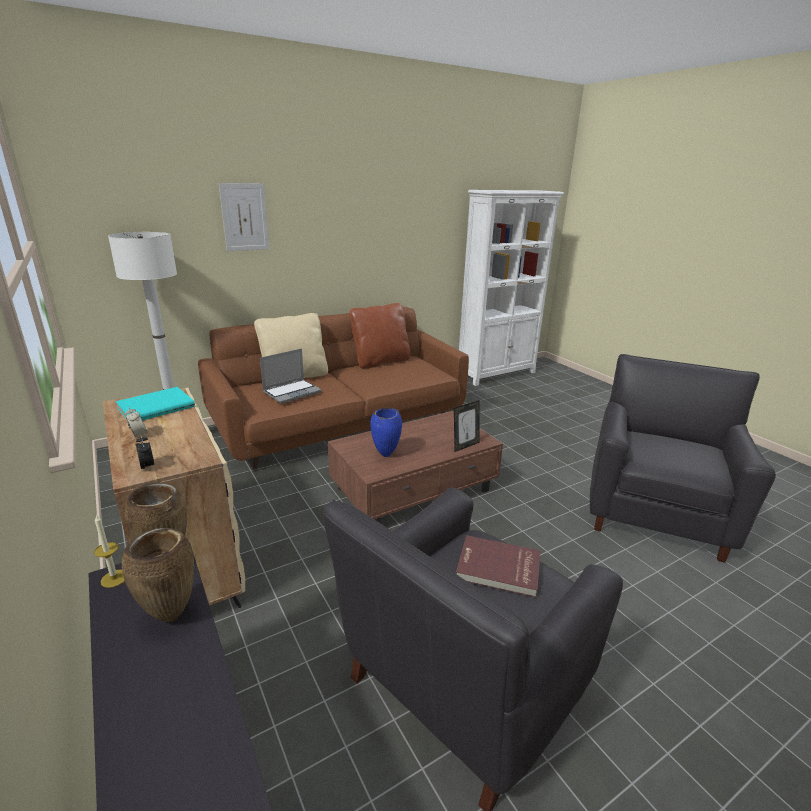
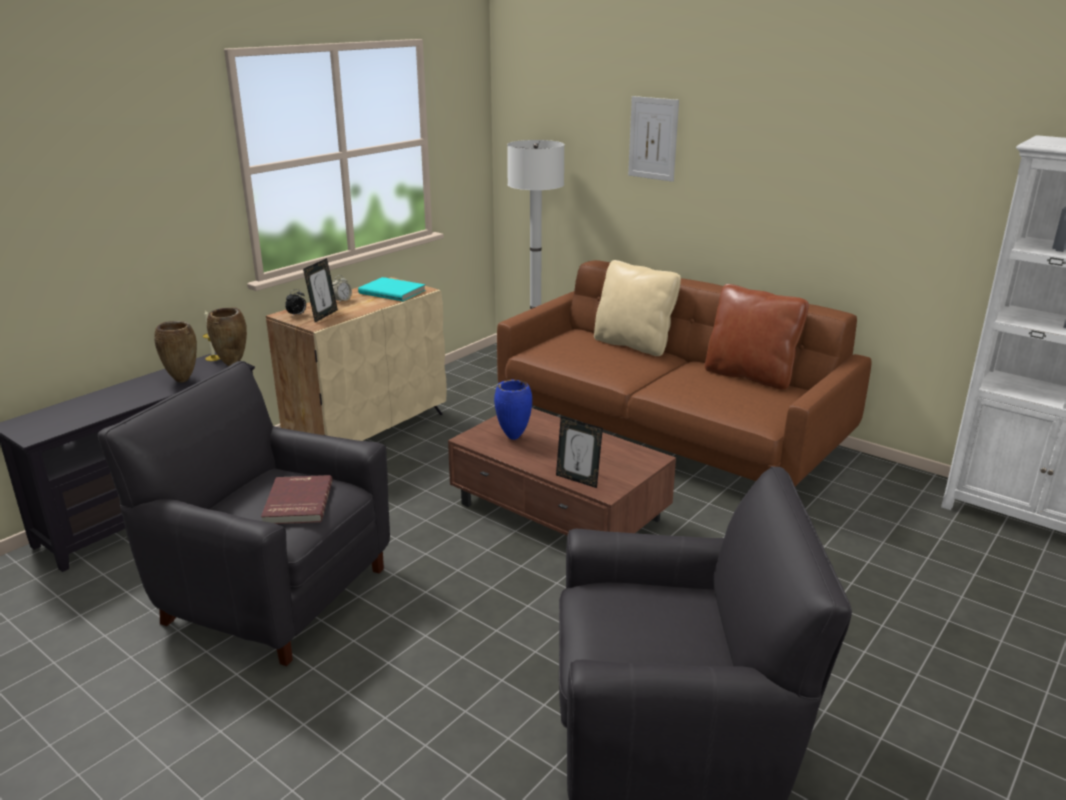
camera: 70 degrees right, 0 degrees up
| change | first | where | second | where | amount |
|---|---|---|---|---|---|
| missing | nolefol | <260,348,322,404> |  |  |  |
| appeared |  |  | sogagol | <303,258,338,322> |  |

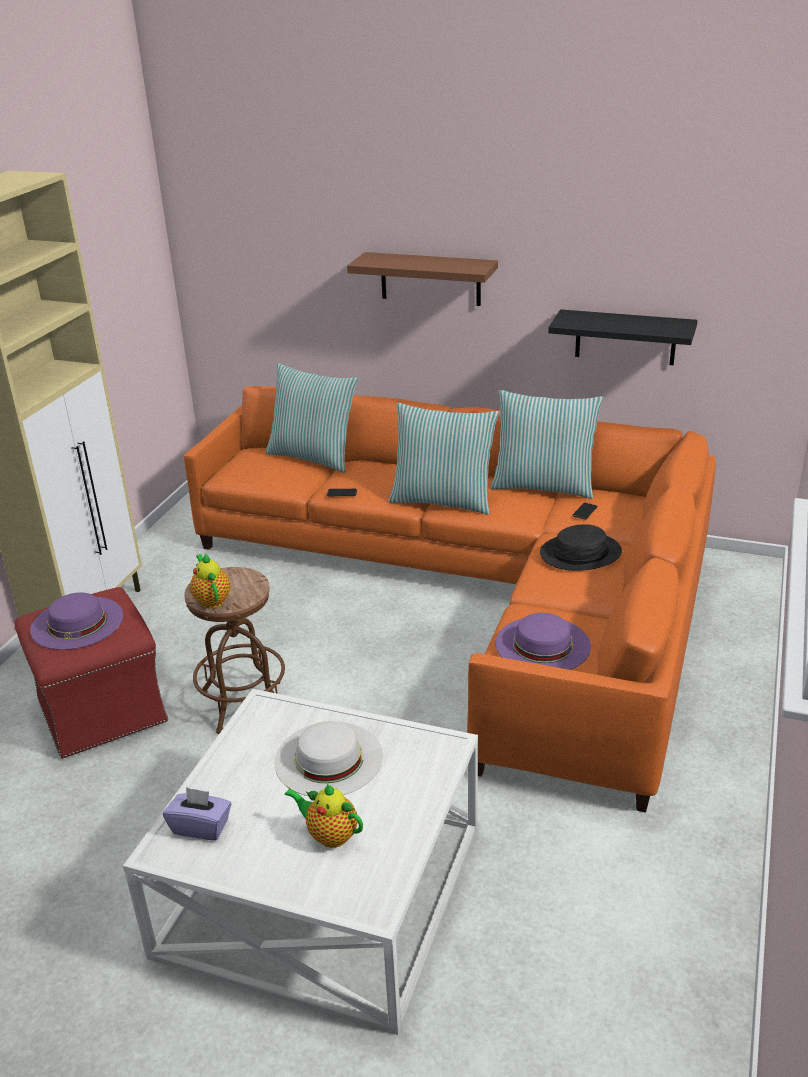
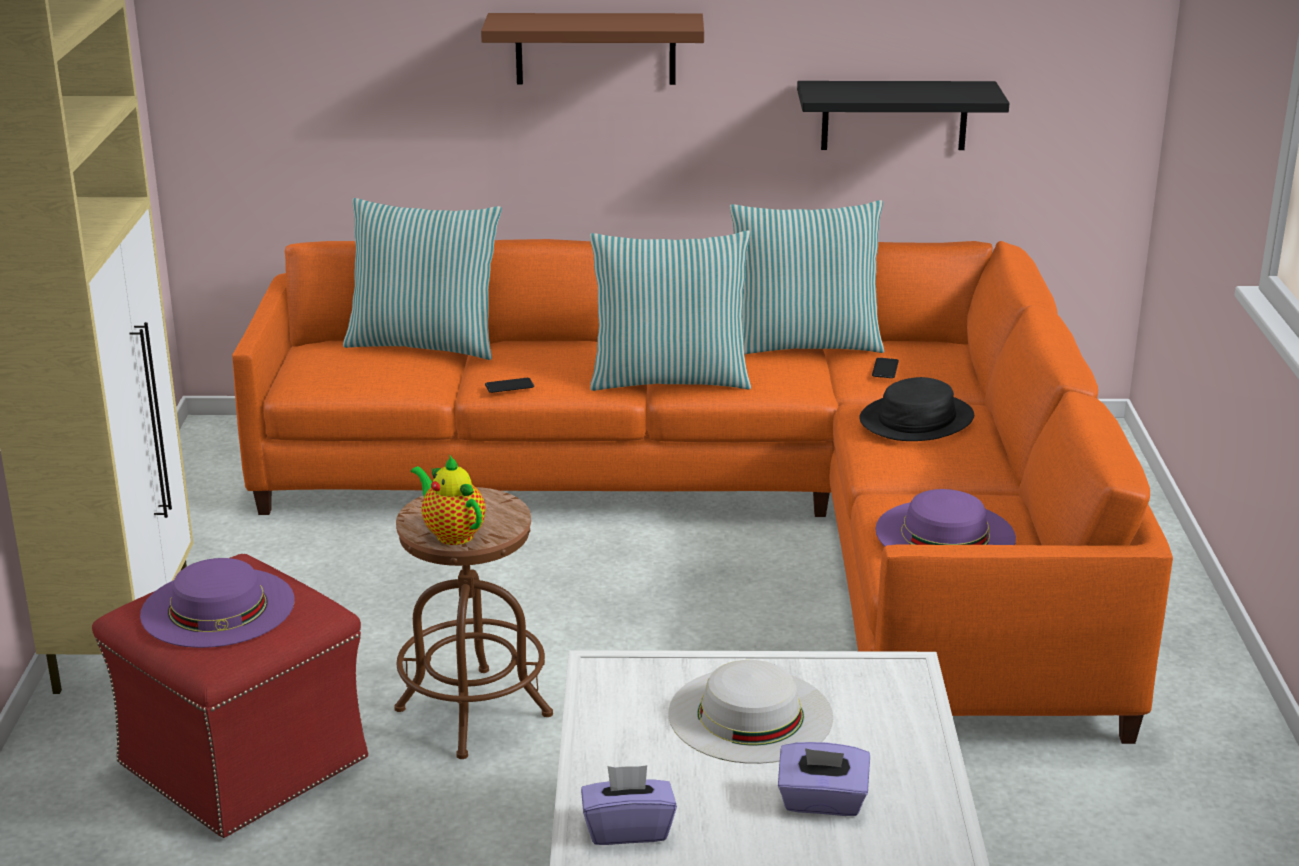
camera: 20 degrees left, 5 degrees down
| change | first | where | second | where | amount |
|---|---|---|---|---|---|
| exchanged | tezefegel | <284,784,363,848> | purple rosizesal | <778,742,870,816> |  |

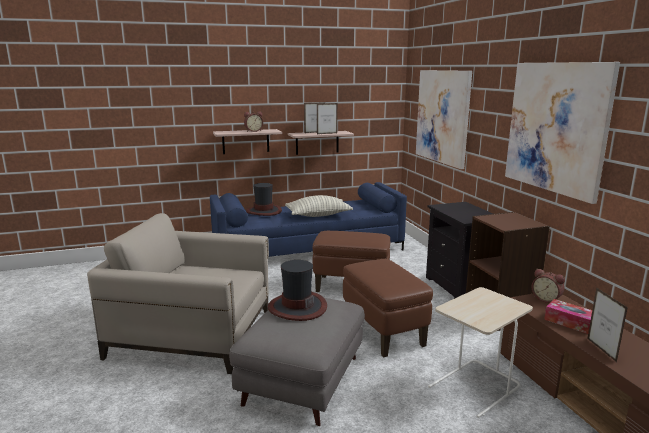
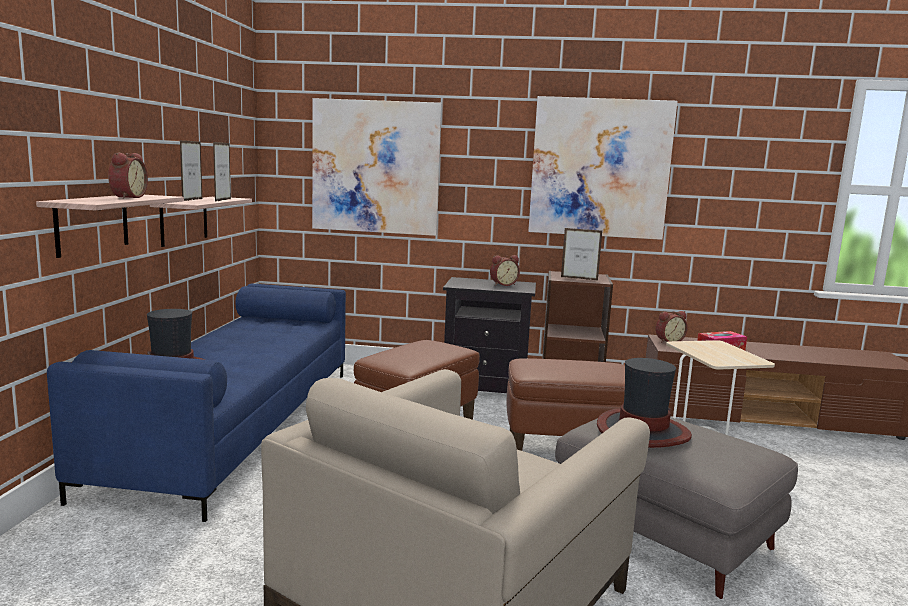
camera: 65 degrees left, 5 degrees down
| change | first | where | second | where | amount |
|---|---|---|---|---|---|
| missing | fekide | <285,195,353,217> |  |  |  |
| relocated | sogagol | <587,287,628,362> |  | <561,228,602,281> |  |
| appeared |  |  | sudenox | <490,255,520,286> |  |

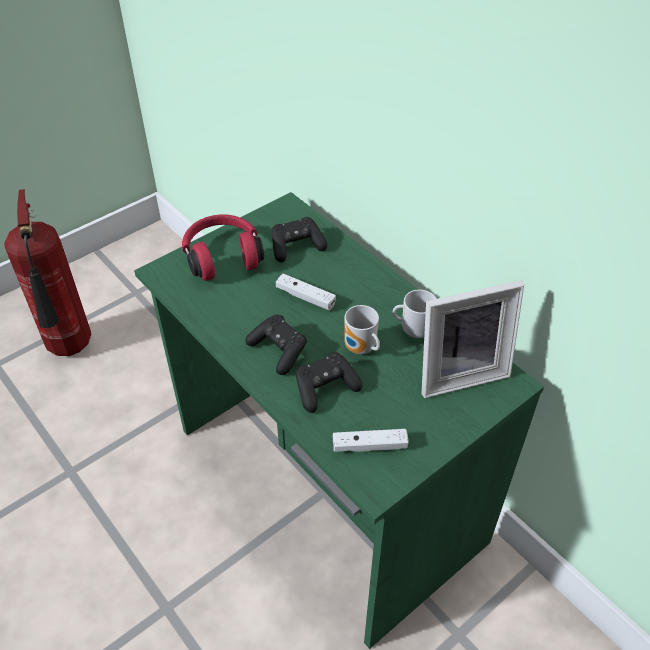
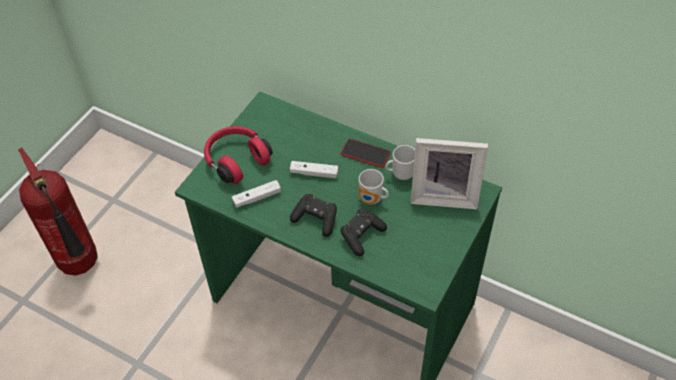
camera: 20 degrees left, 5 degrees up
| change | first | where | second | where | amount |
|---|---|---|---|---|---|
| missing | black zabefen | <272,217,327,262> |  |  |  |
| relocated | white zabefen | <333,429,409,452> |  | <232,180,281,208> |  |
| spun | sogagol | <421,280,524,398> |  | <411,138,488,209> | 45 degrees clockwise |
| appeared |  |  | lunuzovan | <341,139,391,168> |  |

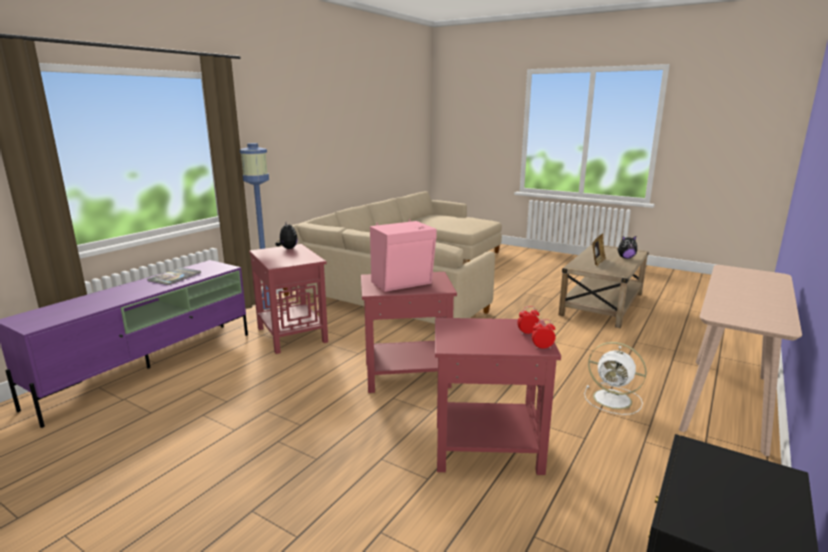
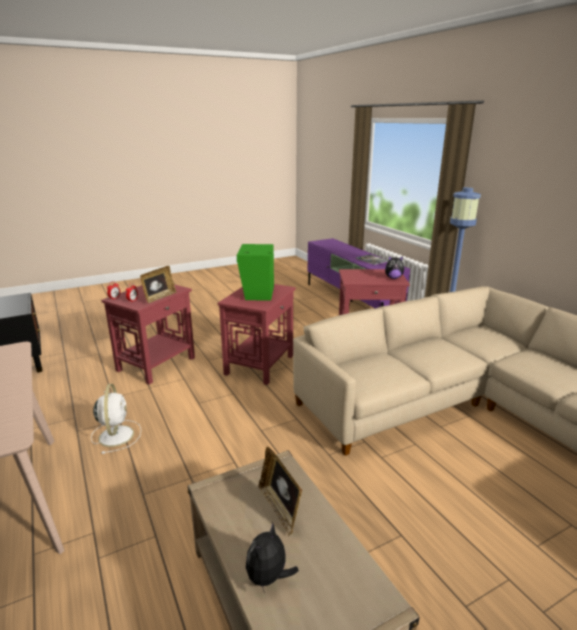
camera: 120 degrees right, 5 degrees up
| change | first | where | second | where | amount |
|---|---|---|---|---|---|
| colour | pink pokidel | <370,219,437,292> | green pokidel | <237,244,274,301> |  |
| spun | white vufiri | <584,342,647,415> |  | <91,384,141,454> | 105 degrees clockwise |
| appeared |  |  | sogagol | <140,266,176,303> |  |

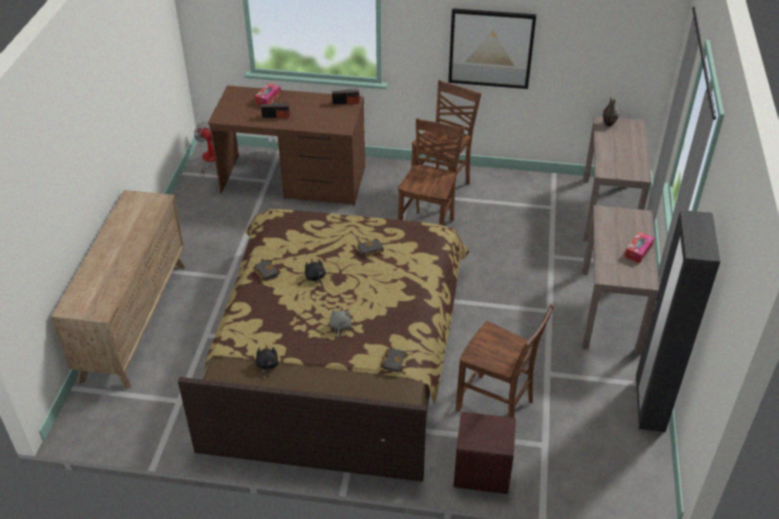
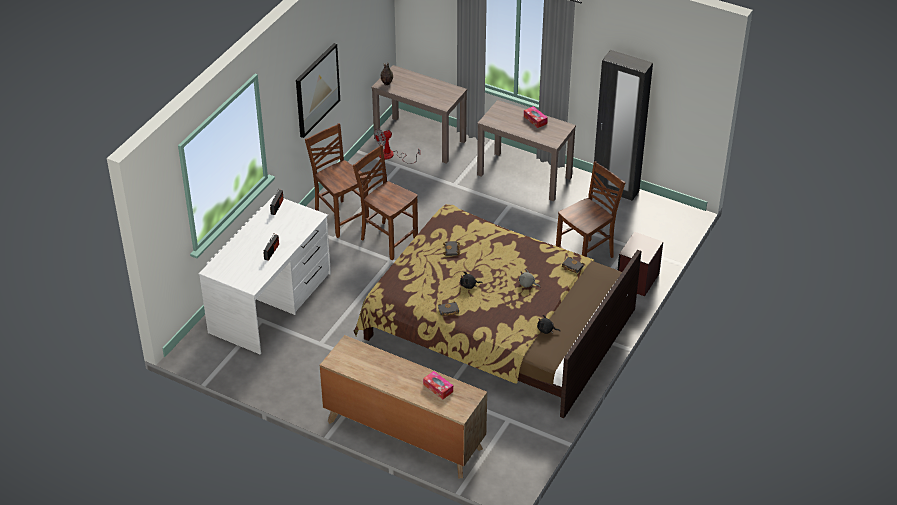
camera: 70 degrees left, 0 degrees up
| change | first | where | second | where | amount |
|---|---|---|---|---|---|
| relocated | vufiri | <194,122,216,178> |  | <374,128,420,164> |  |
| colour | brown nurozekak | <208,85,365,206> | white nurozekak | <199,195,331,355> |  |
| relocated | rosizesal | <255,83,281,105> |  | <423,371,453,399> |  |

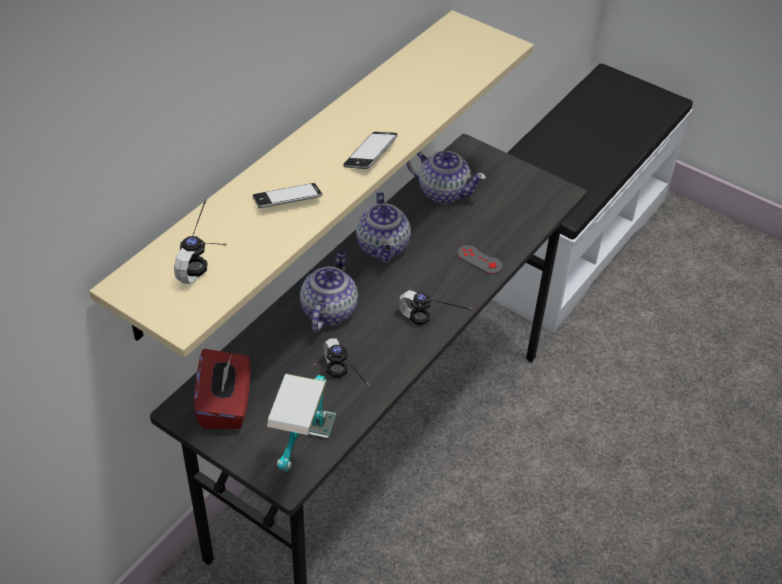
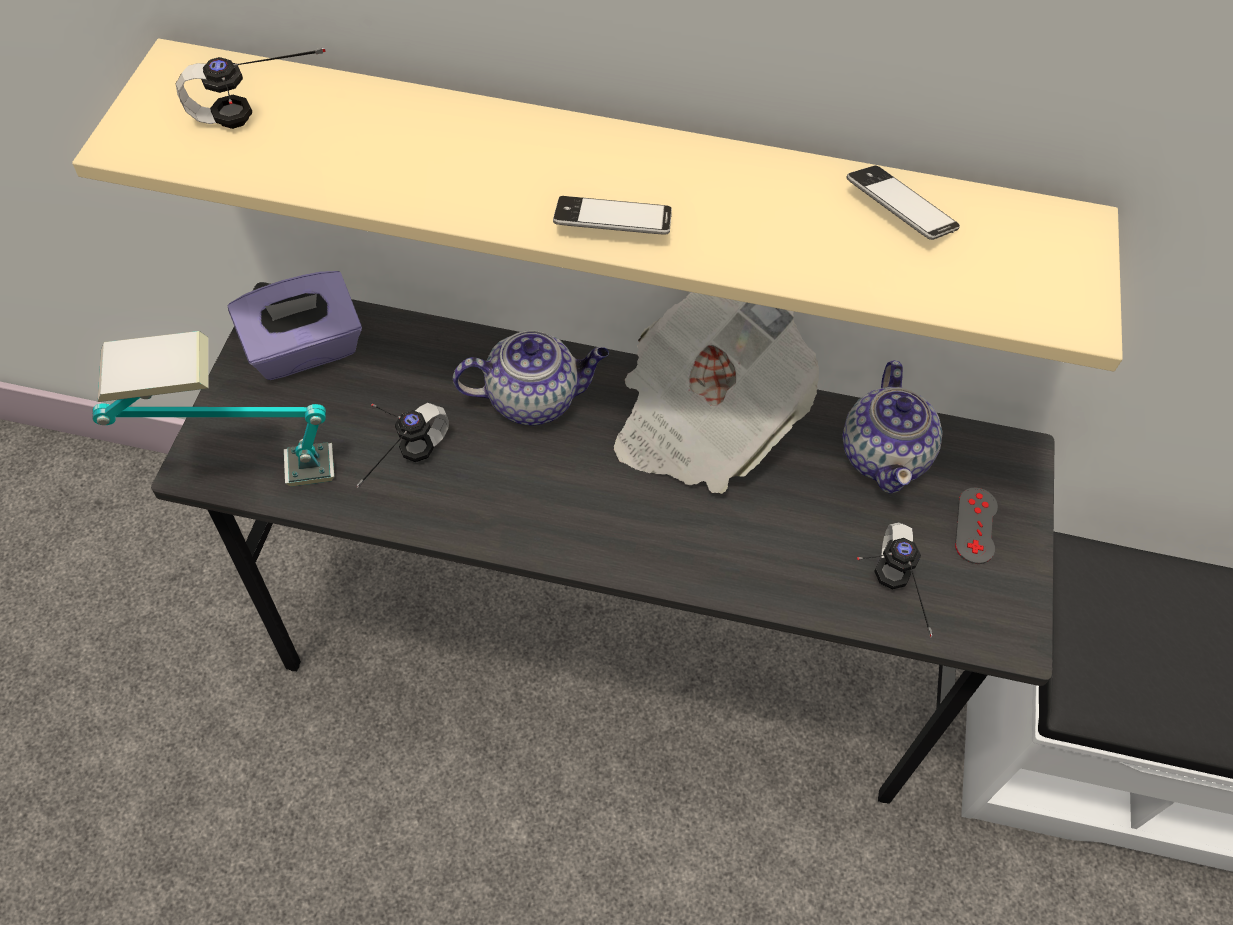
camera: 65 degrees right, 10 degrees up
| change | first | where | second | where | amount |
|---|---|---|---|---|---|
| colour | red rosizesal | <194,349,251,429> | purple rosizesal | <228,271,362,380> |  |
| relocated | lunuzovan | <253,183,322,208> |  | <846,166,960,240> |  |
| exchanged | tezefegel | <356,192,411,262> | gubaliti | <614,292,819,494> |  |
| relocated | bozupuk | <398,290,474,325> |  | <857,522,932,638> |  |
| relocated | grey zabefen | <457,245,503,274> |  | <955,488,998,564> |  |

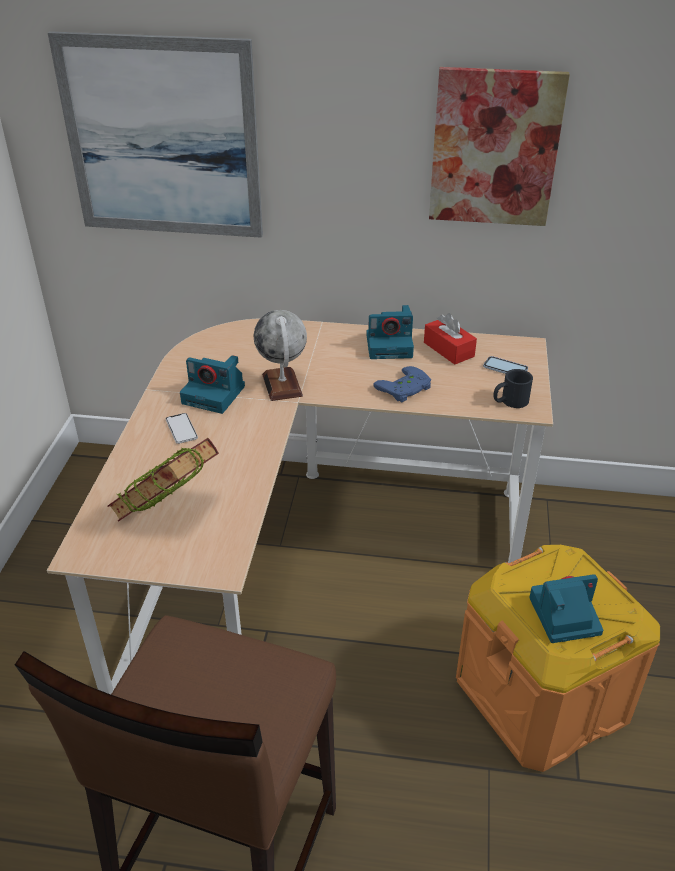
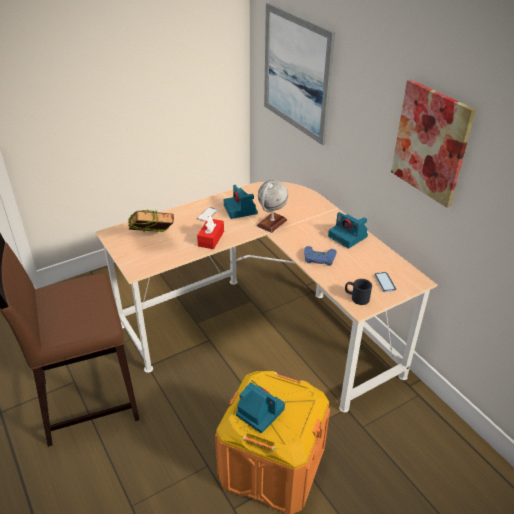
camera: 50 degrees right, 0 degrees up
| change | first | where | second | where | amount |
|---|---|---|---|---|---|
| relocated | red rosizesal | <424,313,477,365> |  | <197,216,224,249> |  |

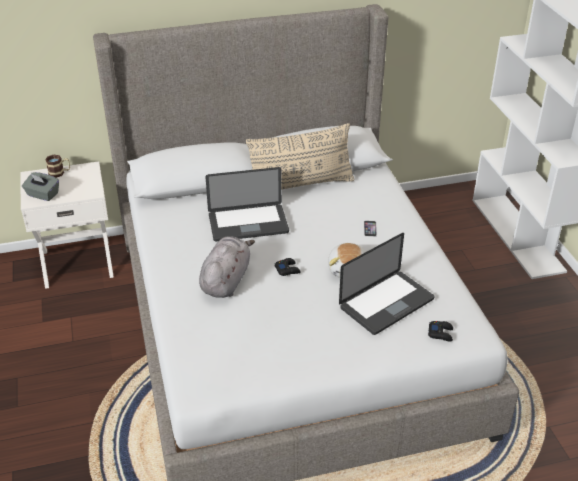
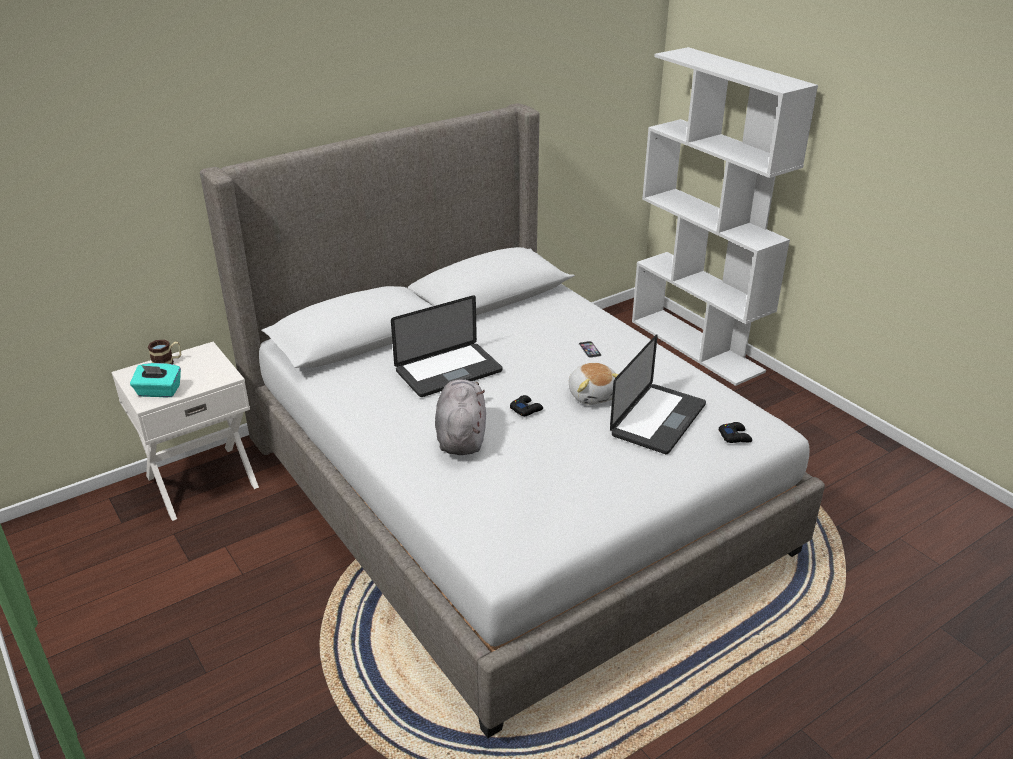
camera: 20 degrees left, 5 degrees down
| change | first | where | second | where | amount |
|---|---|---|---|---|---|
| colour | grey rosizesal | <22,172,59,201> | turquoise rosizesal | <130,363,181,397> |  |
| missing | beige fekide | <246,123,355,190> |  |  |  |

